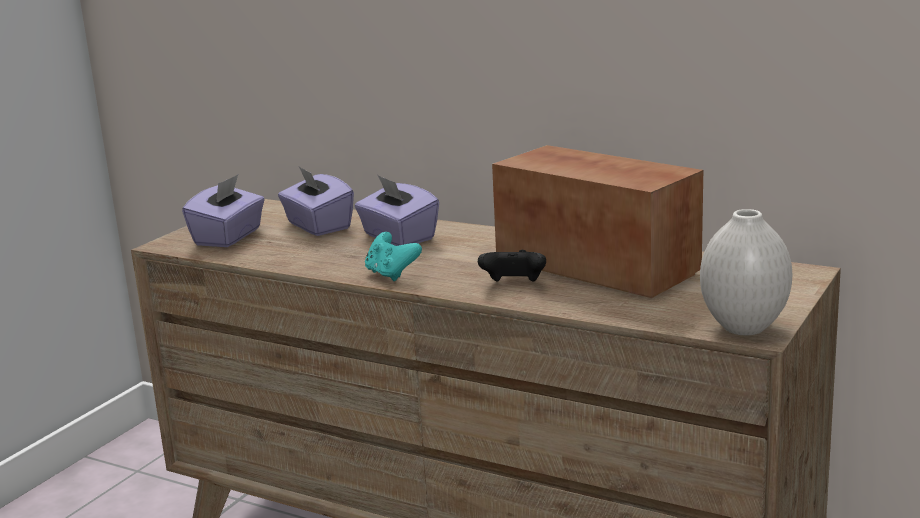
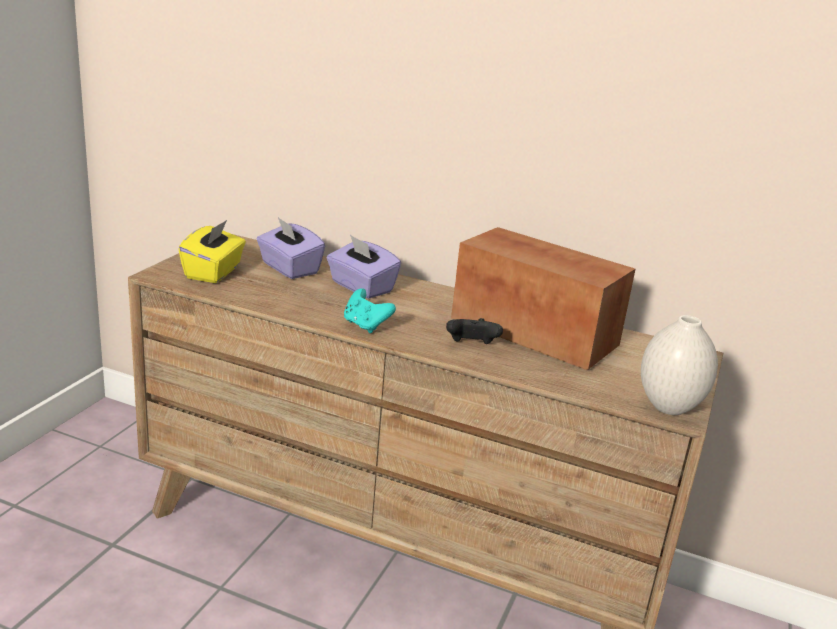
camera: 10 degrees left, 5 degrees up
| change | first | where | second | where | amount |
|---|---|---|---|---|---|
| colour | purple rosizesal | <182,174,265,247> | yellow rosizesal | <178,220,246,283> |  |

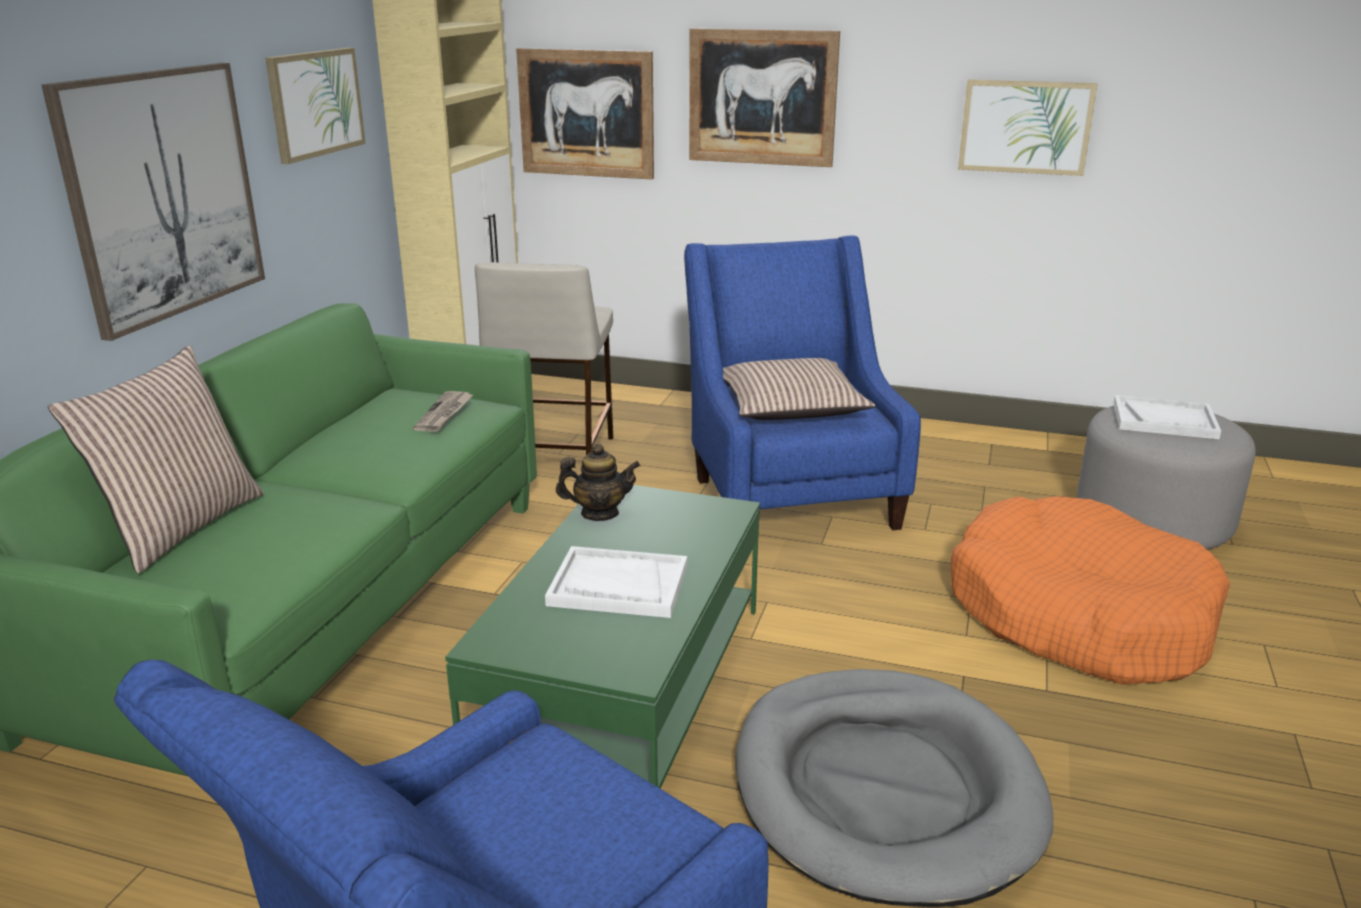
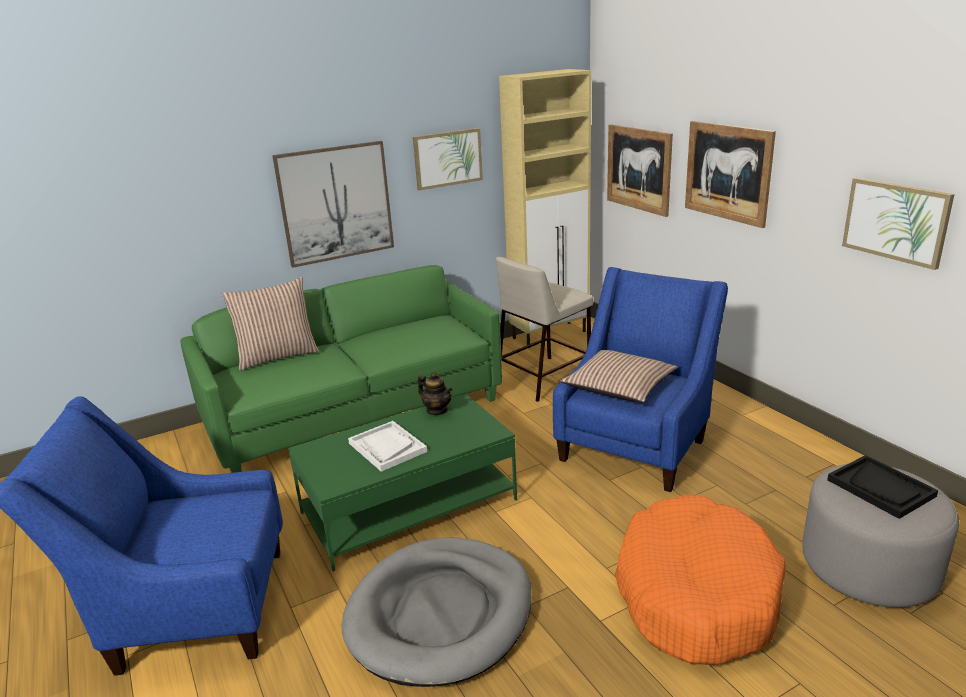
camera: 45 degrees right, 0 degrees up
| change | first | where | second | where | amount |
|---|---|---|---|---|---|
| missing | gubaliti | <413,391,473,432> |  |  |  |
| colour | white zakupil | <1114,395,1221,439> | black zakupil | <827,455,938,519> |  |

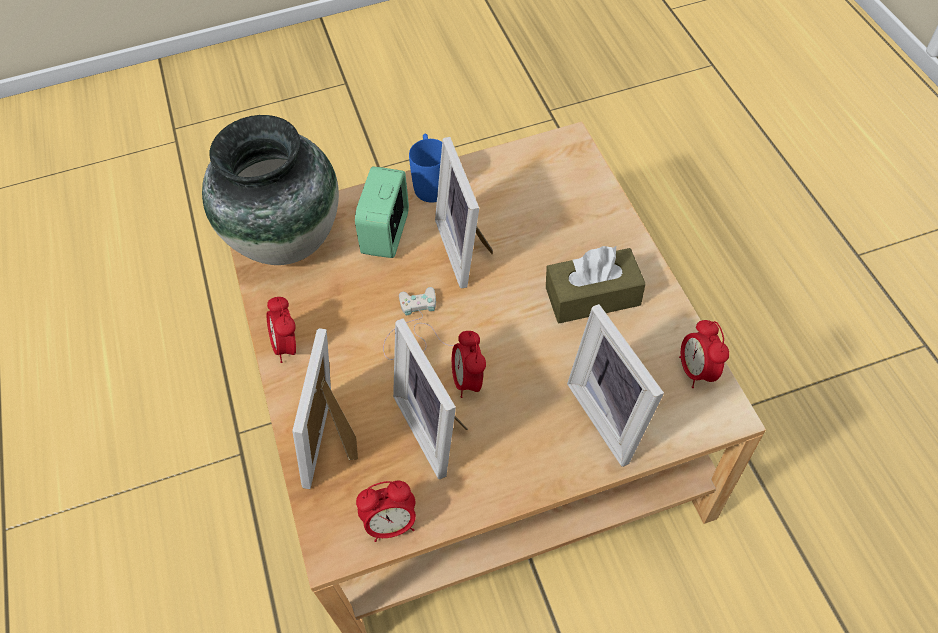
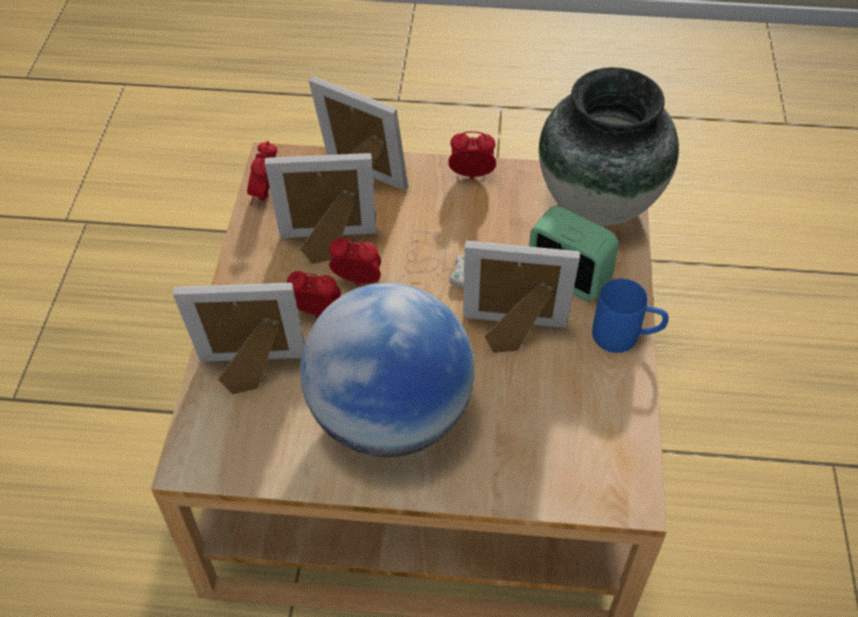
camera: 110 degrees right, 5 degrees down
| change | first | where | second | where | amount |
|---|---|---|---|---|---|
| exchanged | brown rosizesal | <546,246,646,323> | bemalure | <300,283,475,457> |  |
| relocated | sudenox | <679,320,729,388> |  | <287,271,341,318> |  |

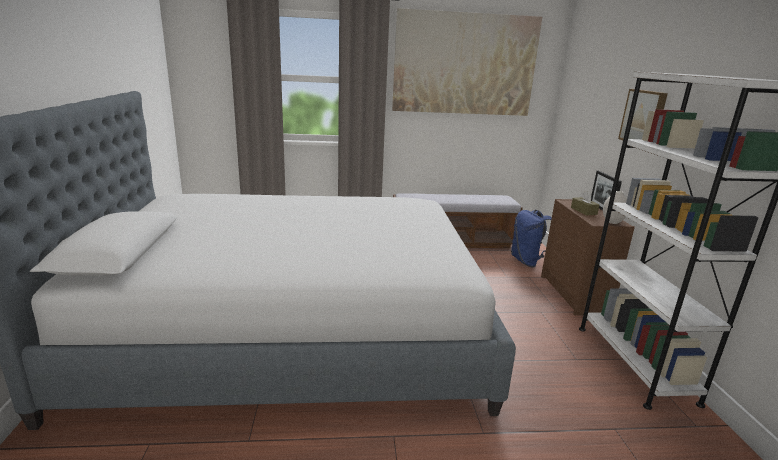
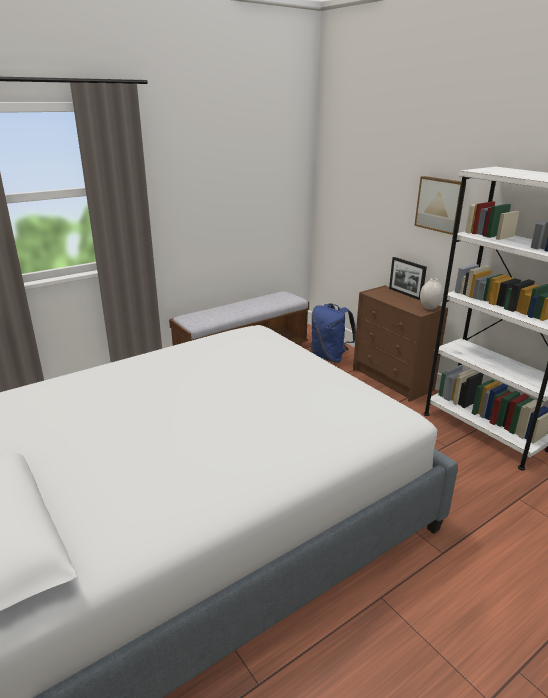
camera: 30 degrees left, 5 degrees up
| change | first | where | second | where | amount |
|---|---|---|---|---|---|
| missing | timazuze | <392,8,542,116> |  |  |  |
| missing | brown rosizesal | <571,191,600,216> |  |  |  |

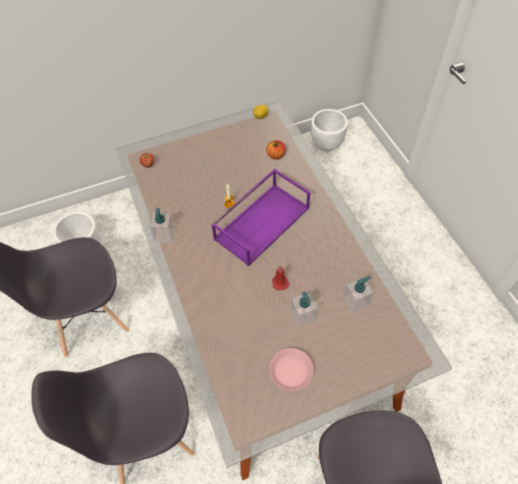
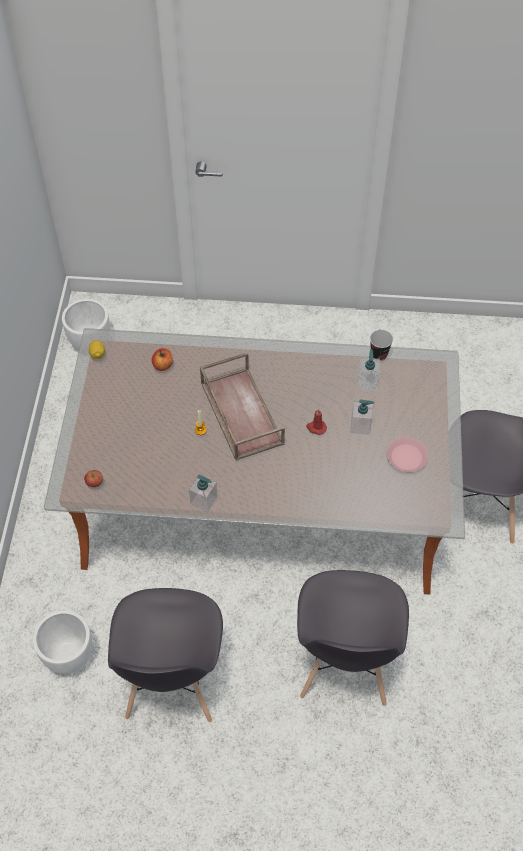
camera: 65 degrees left, 0 degrees up
| change | first | where | second | where | amount |
|---|---|---|---|---|---|
| colour | purple zakupil | <211,169,311,266> | brown zakupil | <200,352,285,461> |  |
| appeared |  |  | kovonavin | <370,330,393,361> |  |

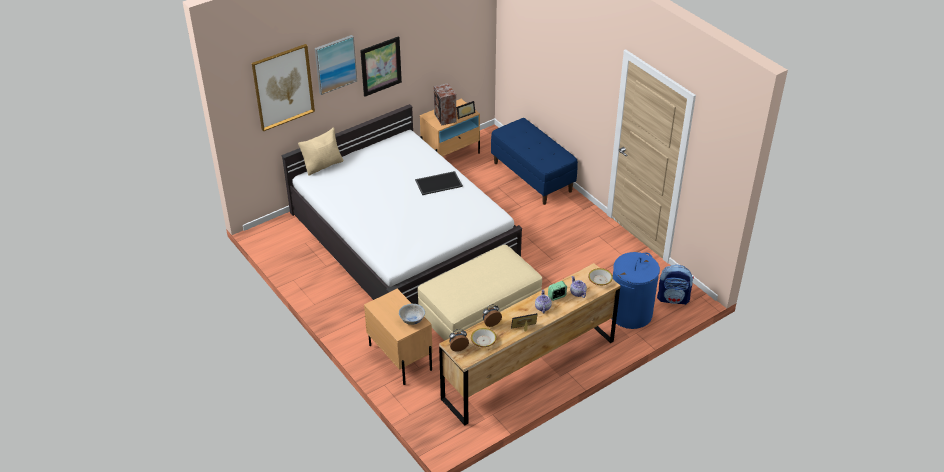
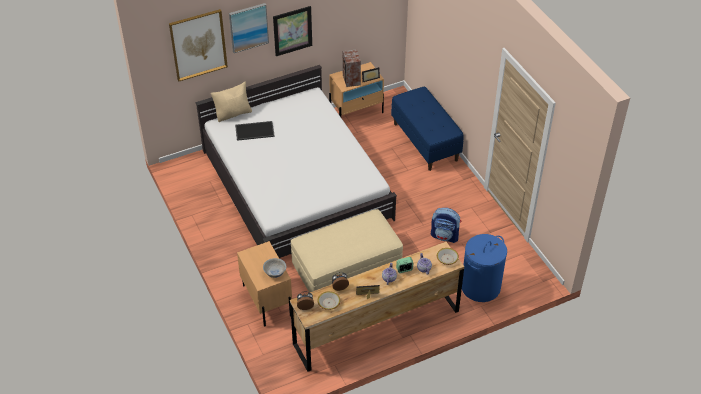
camera: 10 degrees right, 5 degrees up
| change | first | where | second | where | amount |
|---|---|---|---|---|---|
| relocated | zakupil | <415,171,463,195> |  | <235,121,275,141> |  |
| relocated | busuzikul | <657,265,694,305> |  | <431,208,461,243> |  |

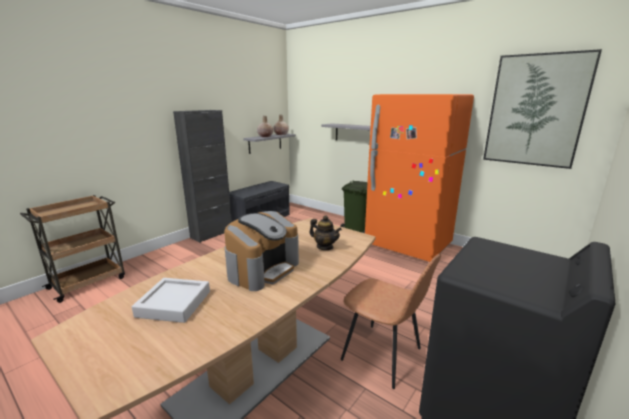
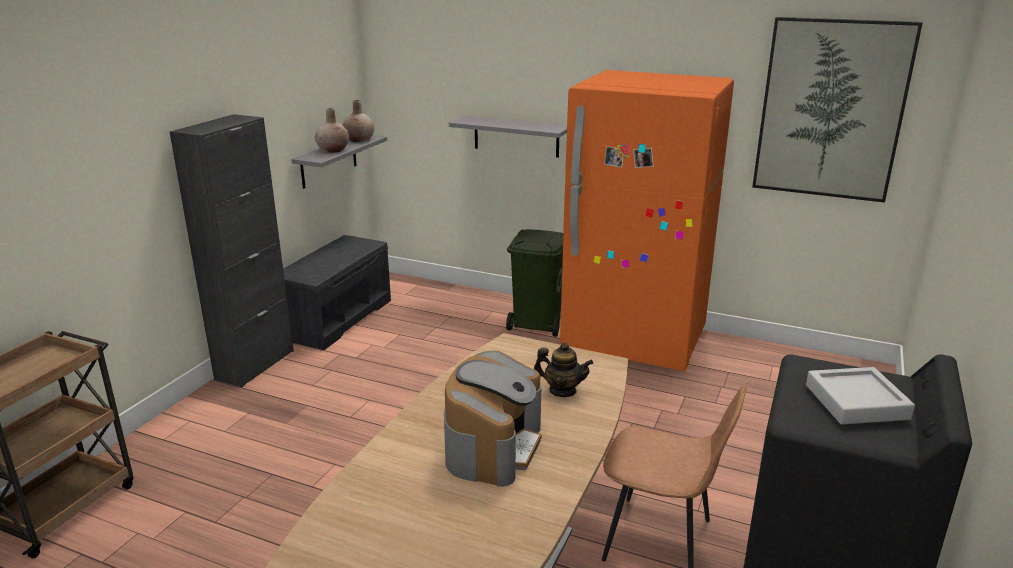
camera: 15 degrees left, 5 degrees up
| change | first | where | second | where | amount |
|---|---|---|---|---|---|
| relocated | grey zakupil | <132,278,210,323> |  | <806,367,915,425> |  |

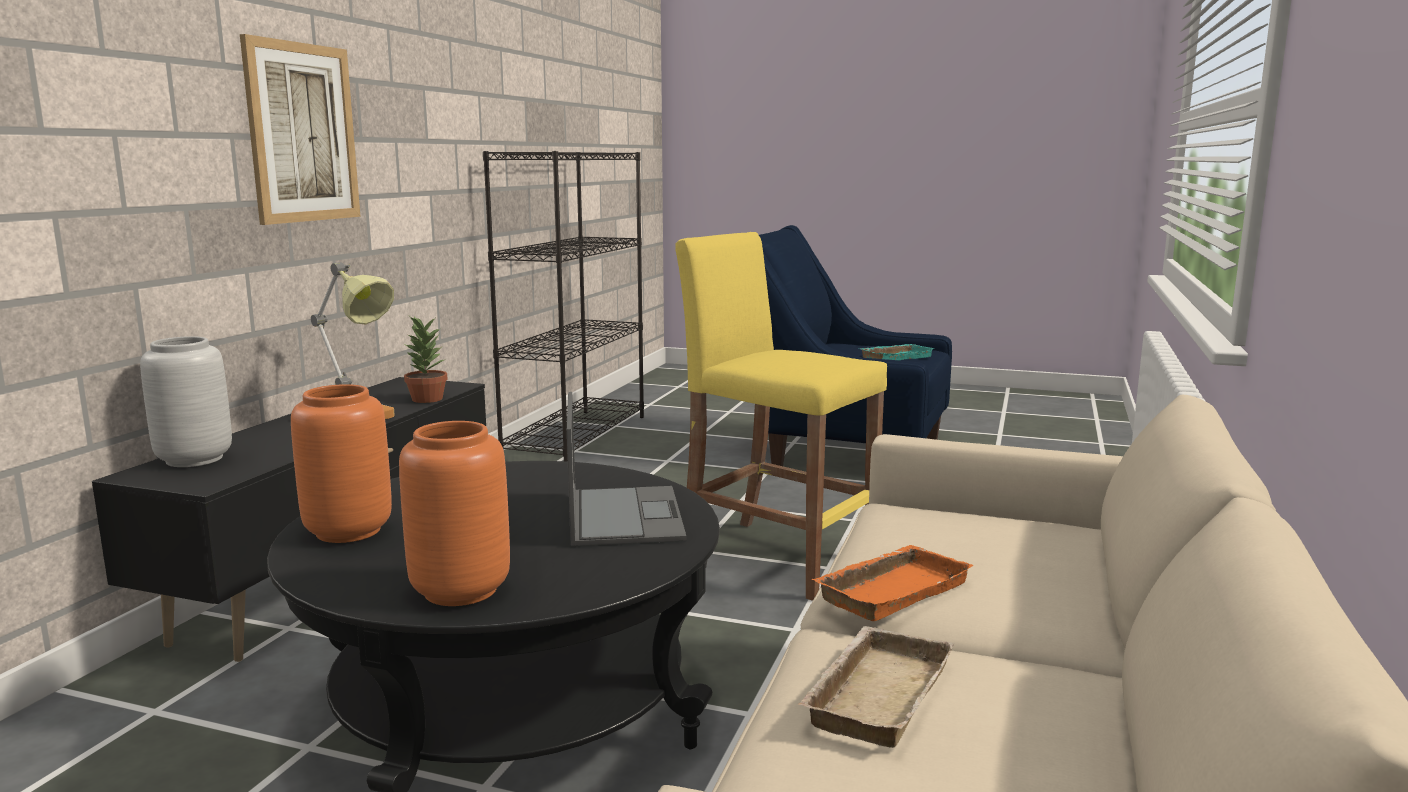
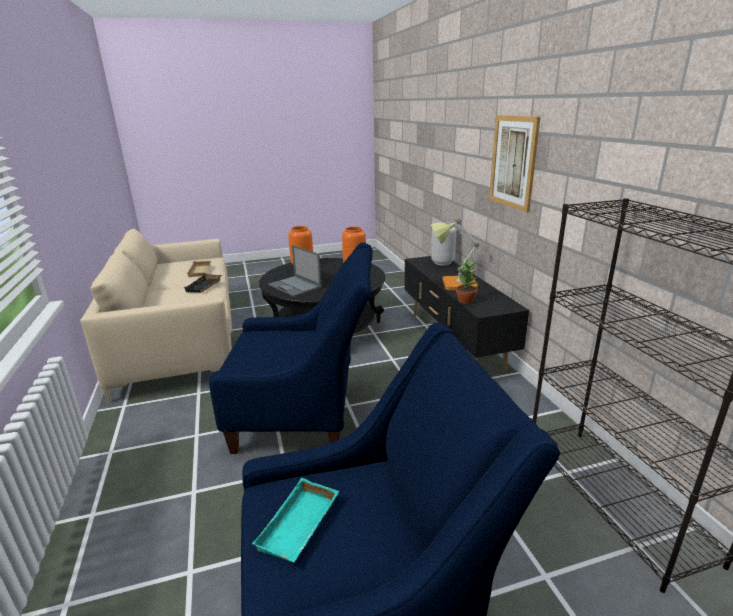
camera: 145 degrees right, 10 degrees up
| change | first | where | second | where | amount |
|---|---|---|---|---|---|
| exchanged | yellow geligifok | <676,232,887,601> | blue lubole | <209,242,373,454> |  |
| colour | orange zakupil | <811,545,974,621> | black zakupil | <184,274,222,293> |  |

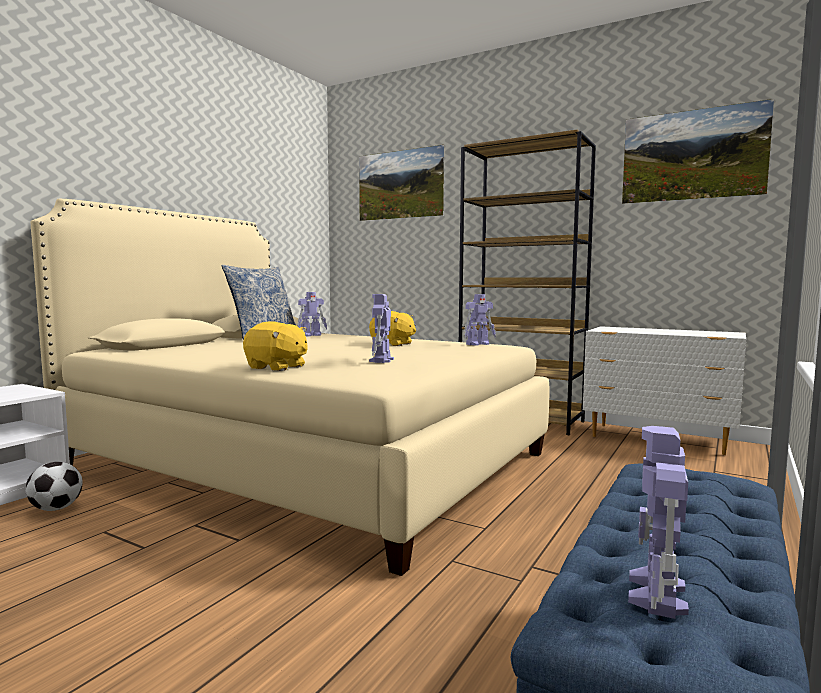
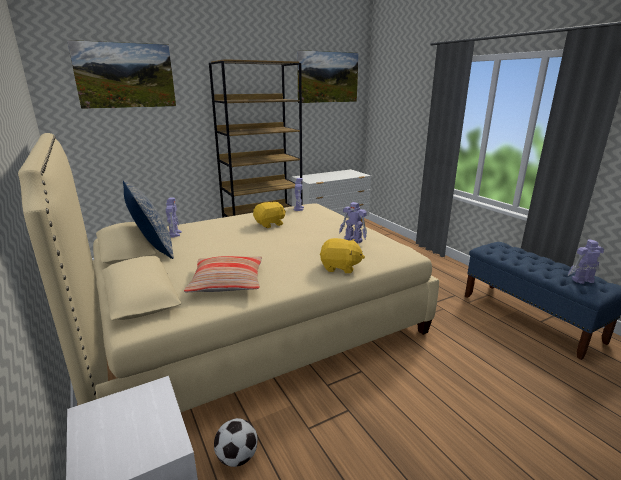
camera: 60 degrees left, 15 degrees up
| change | first | where | second | where | amount |
|---|---|---|---|---|---|
| spun | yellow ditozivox | <243,321,308,371> |  | <320,238,365,273> | 45 degrees clockwise |
| spun | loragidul | <628,426,689,619> |  | <568,240,604,284> | 120 degrees clockwise |
| appeared |  |  | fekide | <184,256,262,293> |  |

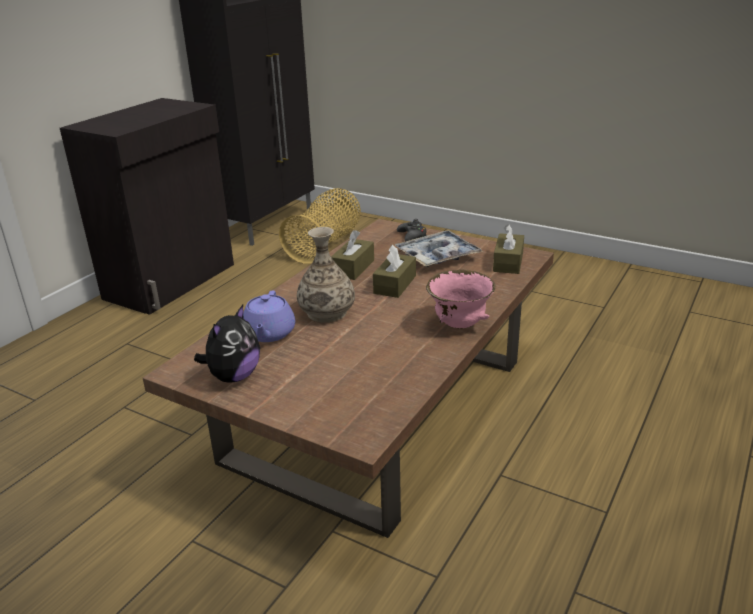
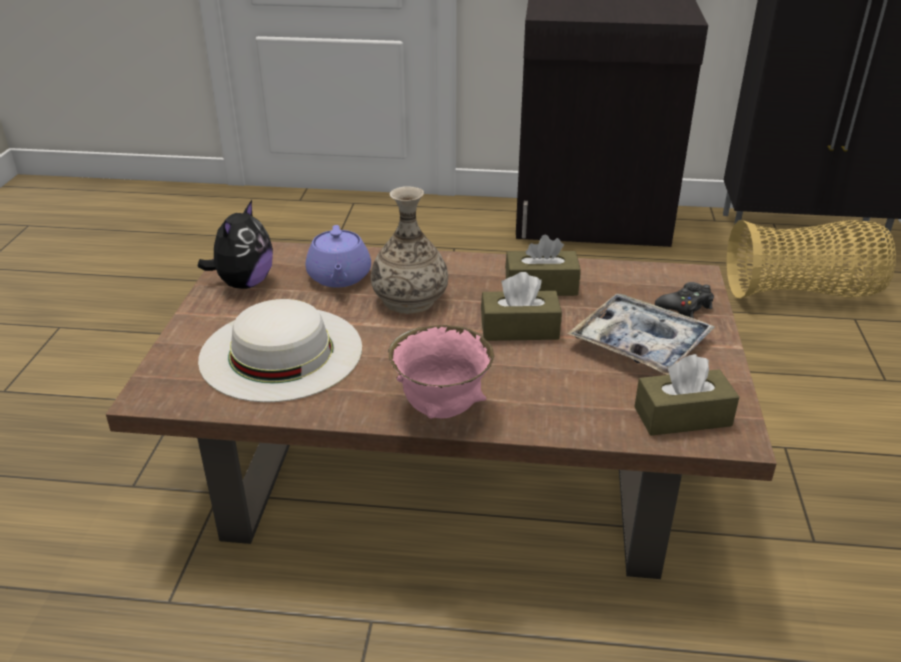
camera: 65 degrees right, 5 degrees up
| change | first | where | second | where | amount |
|---|---|---|---|---|---|
| spun | ditozivox | <194,305,260,383> |  | <198,200,273,289> | 75 degrees counterclockwise |
| spun | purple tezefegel | <243,290,295,342> |  | <306,225,371,288> | 75 degrees counterclockwise |
| appeared |  |  | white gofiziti | <198,299,362,402> |  |

